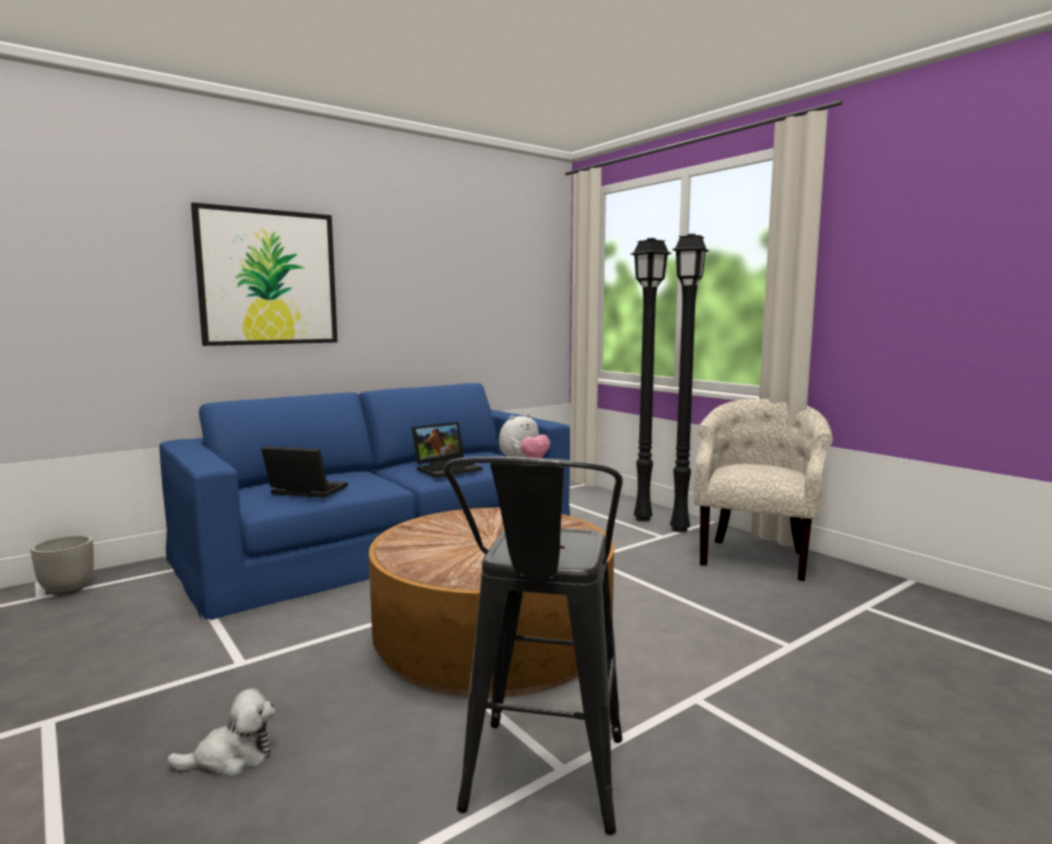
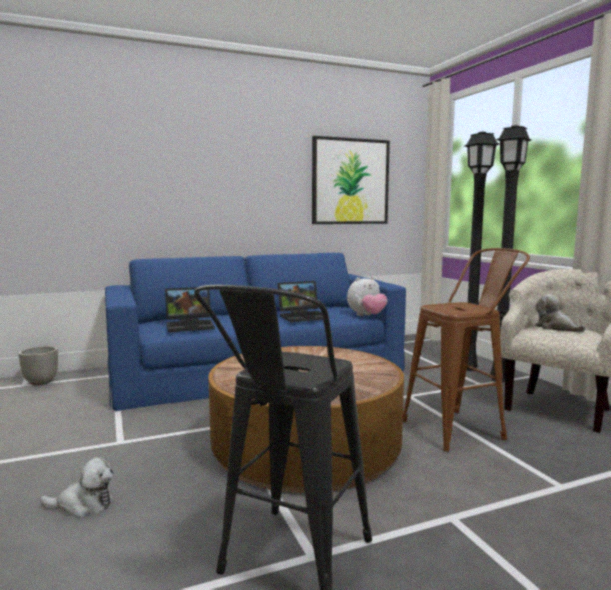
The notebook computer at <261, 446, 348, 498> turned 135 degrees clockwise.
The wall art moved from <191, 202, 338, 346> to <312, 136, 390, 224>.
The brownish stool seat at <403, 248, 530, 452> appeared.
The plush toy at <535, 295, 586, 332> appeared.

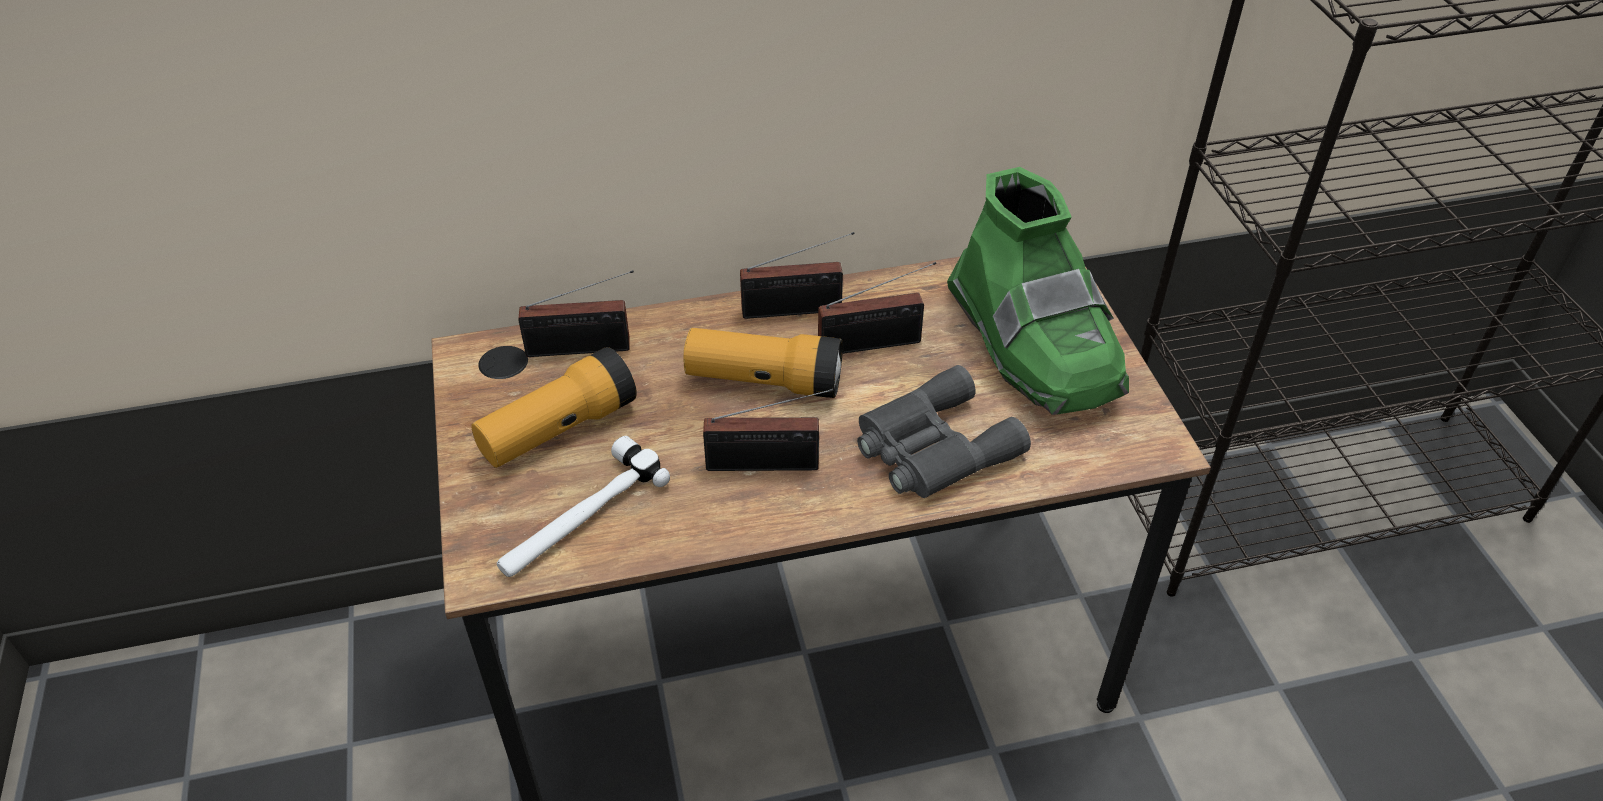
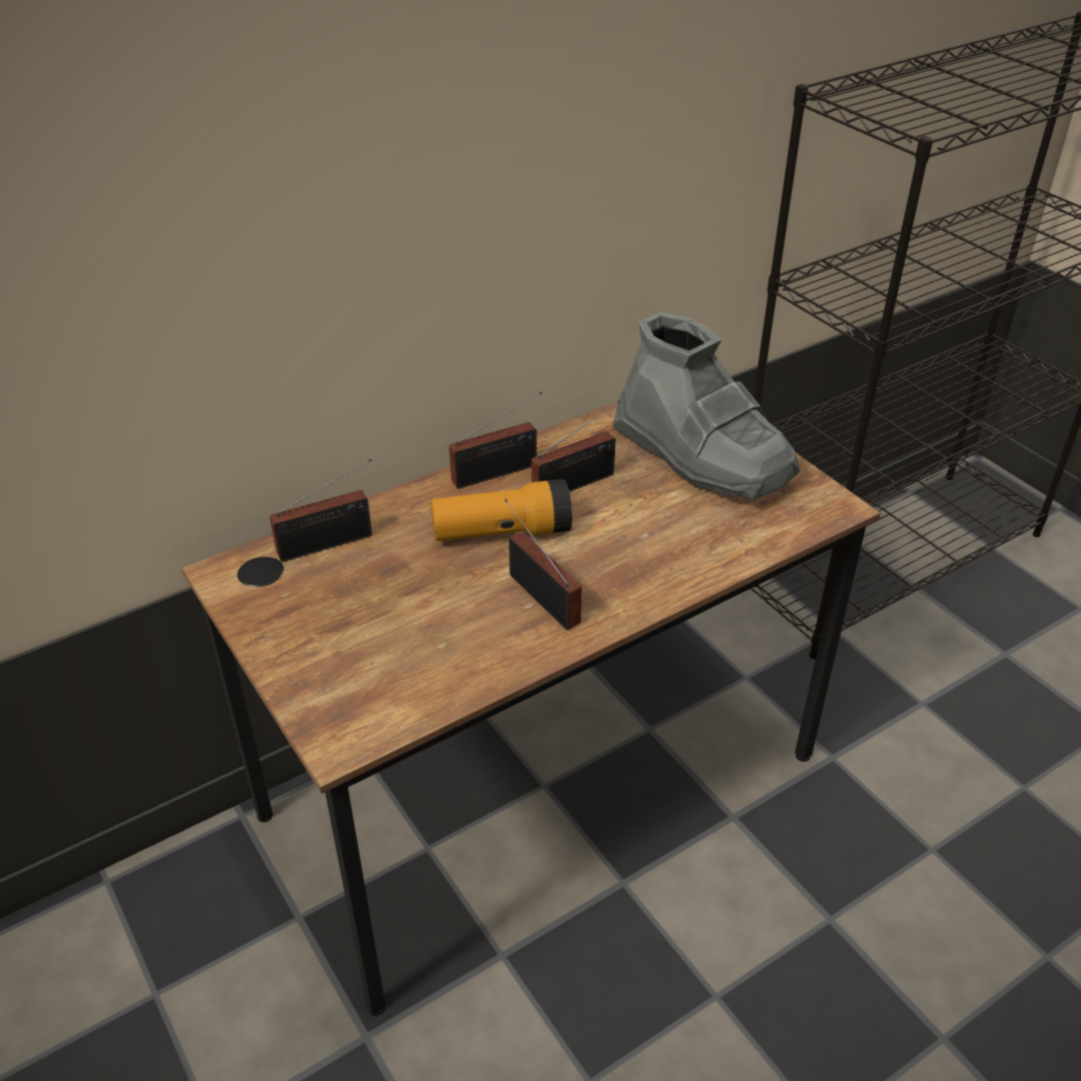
The radio receiver at <703, 389, 834, 471> turned 105 degrees counterclockwise.
The green-coloured boot at <947, 167, 1129, 415> became the grey boot at <613, 312, 800, 500>.
The torch at <471, 347, 637, 468> disappeared.
The tool hammer at <497, 436, 670, 577> disappeared.
The grey pair of binoculars at <857, 365, 1031, 498> disappeared.

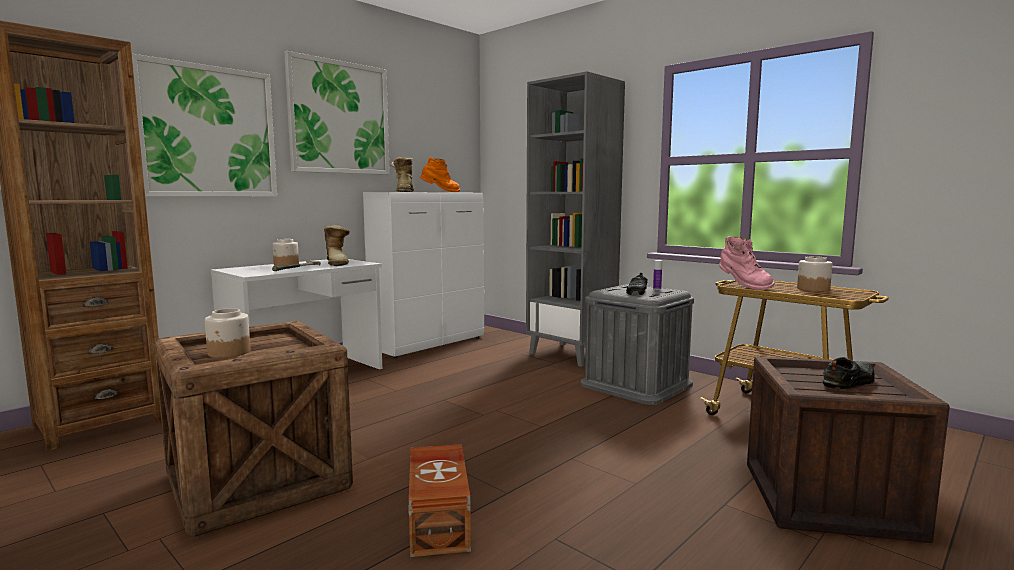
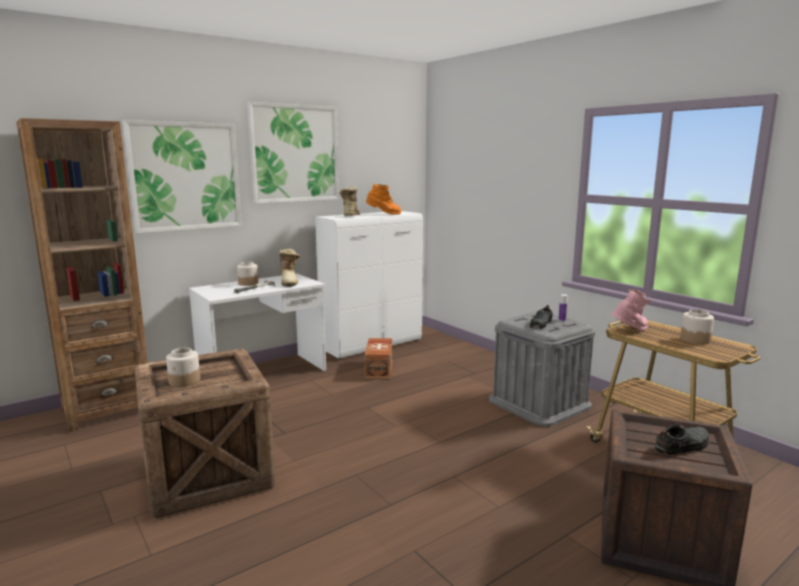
The brownish storage box moved from <408, 444, 471, 557> to <365, 338, 392, 379>.
The pinkish boot at <719, 236, 774, 290> turned 105 degrees counterclockwise.
The grey bookshelf at <526, 71, 625, 367> disappeared.

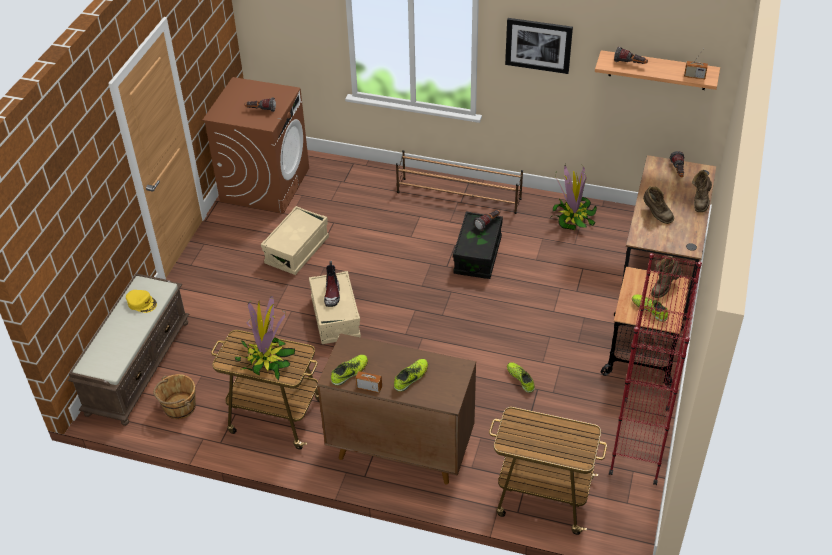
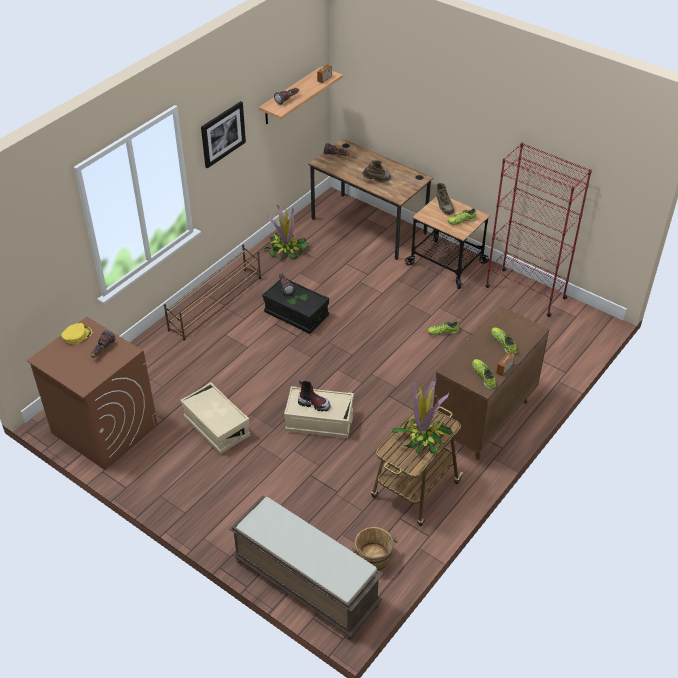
The yellow peaked cap moved from <126, 290, 157, 313> to <61, 323, 92, 344>.
The wheeled cart at <489, 407, 607, 535> disappeared.
The brownish boot at <692, 170, 712, 212> disappeared.

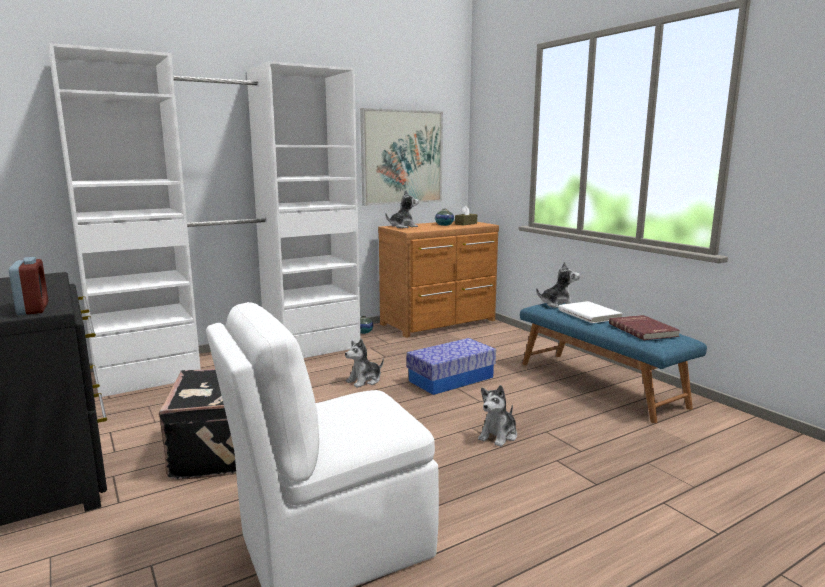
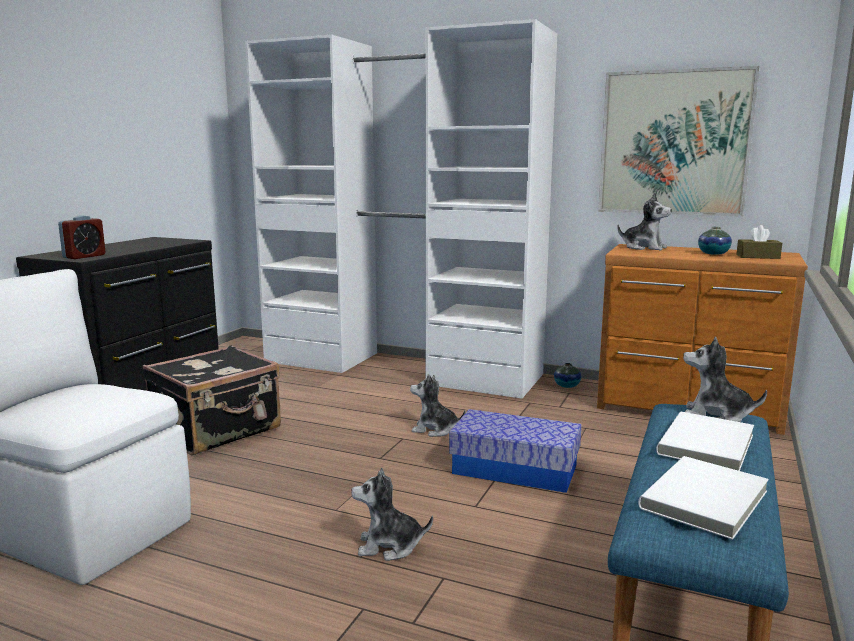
The red book at <609, 315, 680, 340> became the white book at <638, 456, 769, 540>.
The plush toy at <536, 261, 580, 308> turned 150 degrees clockwise.

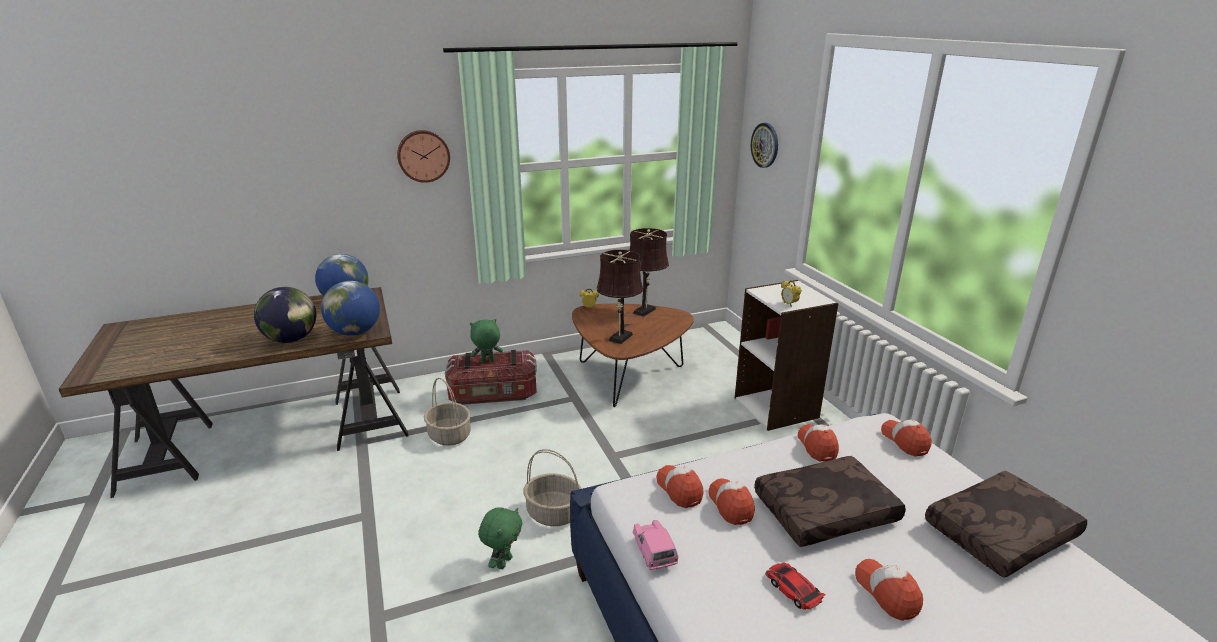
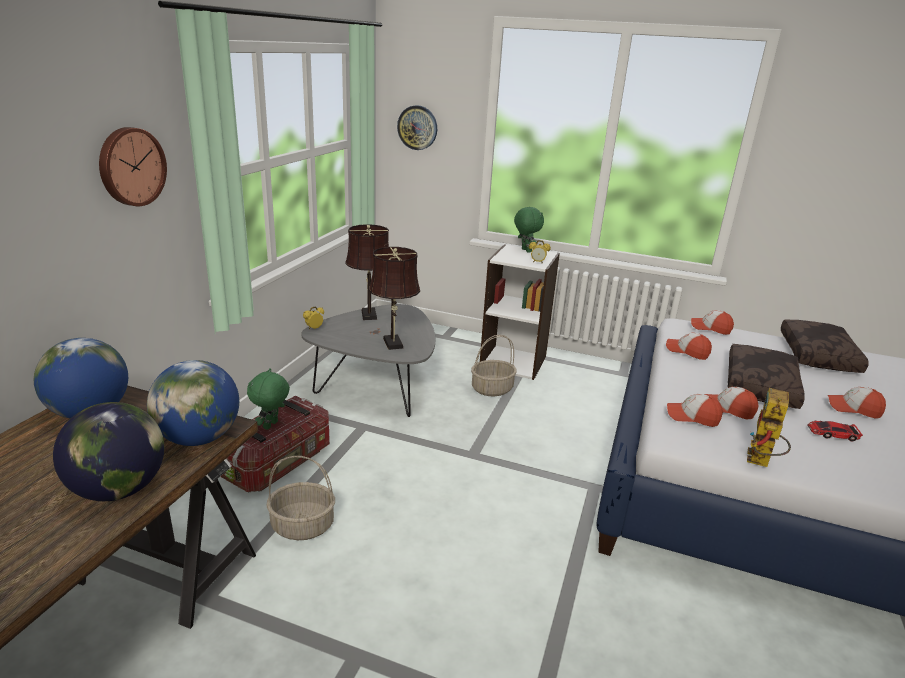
The brownish coffee table at <572, 304, 694, 407> became the grey coffee table at <301, 304, 435, 417>.
The storage basket moved from <523, 449, 582, 526> to <471, 335, 517, 396>.
The green-coloured plush toy moved from <478, 508, 522, 569> to <514, 207, 544, 253>.
The pinkish toy car at <633, 520, 678, 570> was replaced by the model robot at <747, 388, 791, 467>.

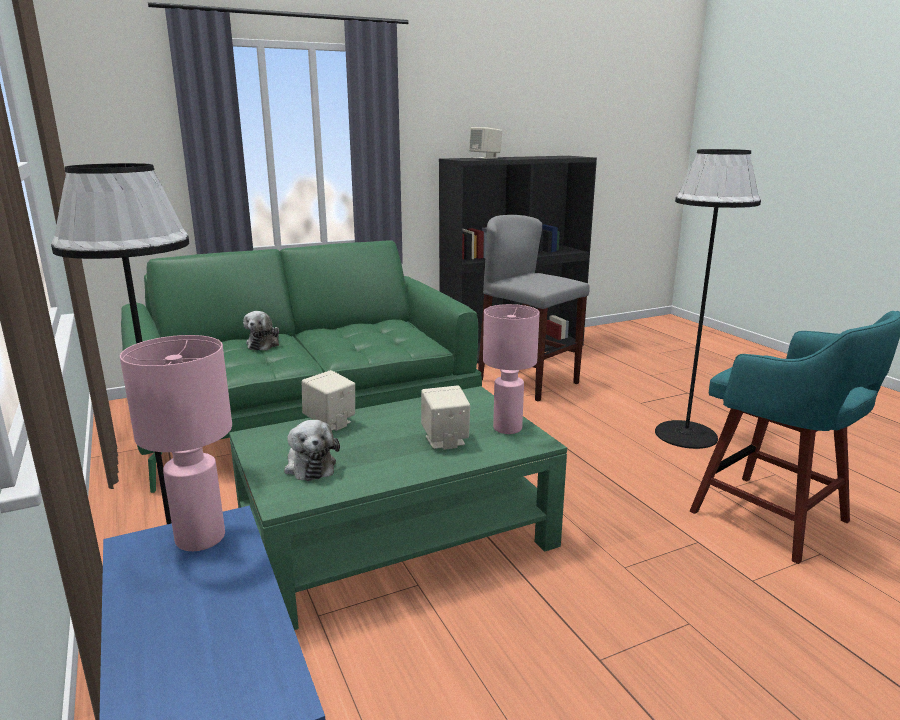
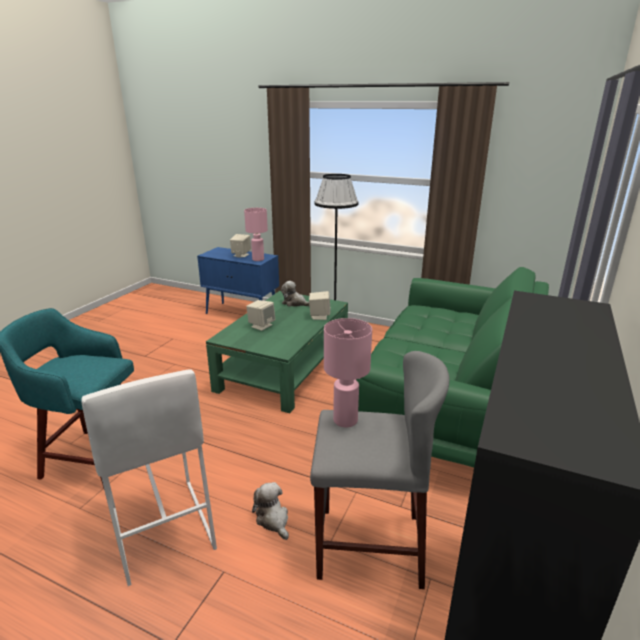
The black standing lamp at <655, 149, 761, 449> was replaced by the white stool seat at <81, 369, 217, 586>.
The sand-coloured loudspeaker moved from <469, 127, 502, 159> to <230, 234, 251, 258>.
The plush toy moved from <243, 311, 279, 351> to <252, 482, 289, 540>.
The pinkish lamp for a table moved from <483, 304, 540, 434> to <324, 318, 372, 428>.

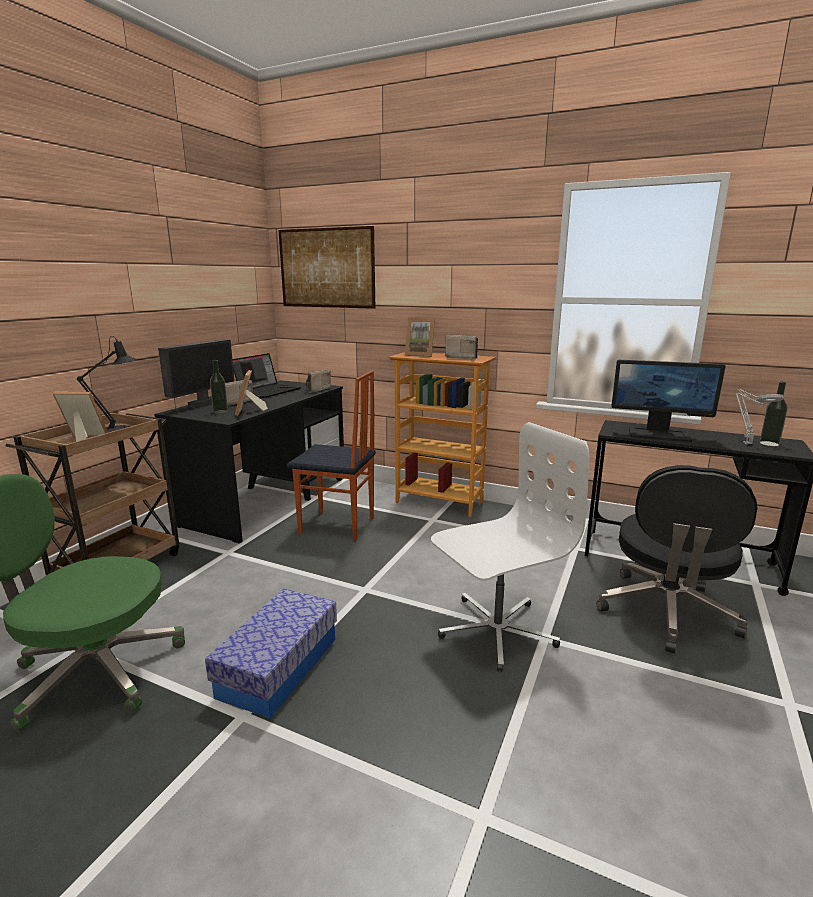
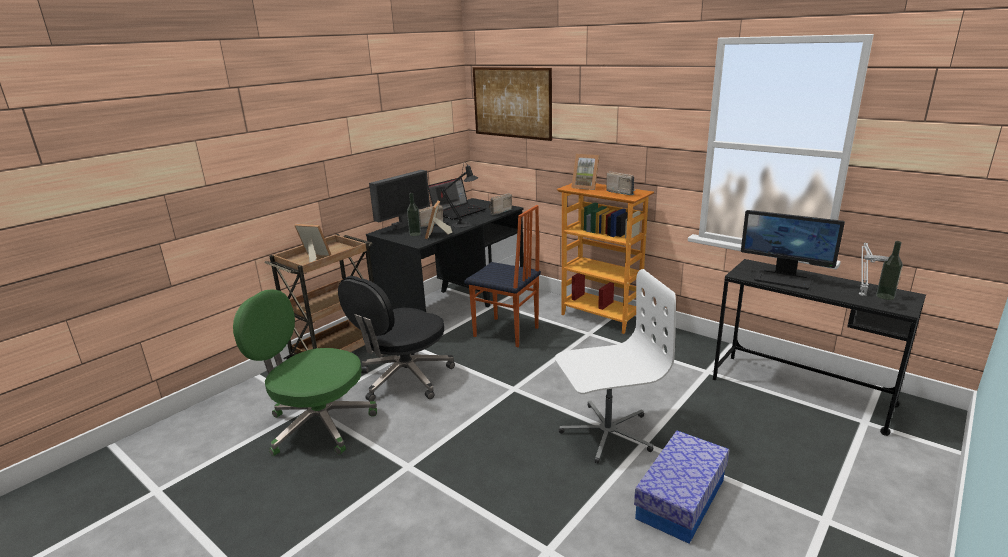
The black desk chair moved from <597, 465, 757, 654> to <338, 276, 455, 401>.
The black lamp for a table moved from <77, 336, 136, 433> to <442, 163, 478, 228>.
The storage box moved from <205, 589, 337, 719> to <634, 430, 729, 544>.

